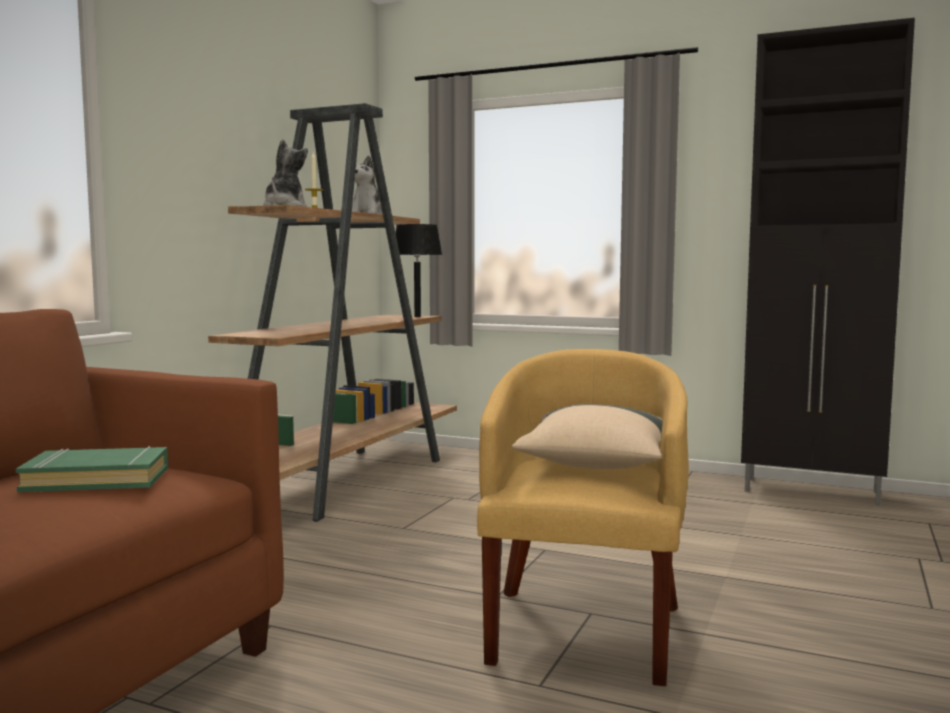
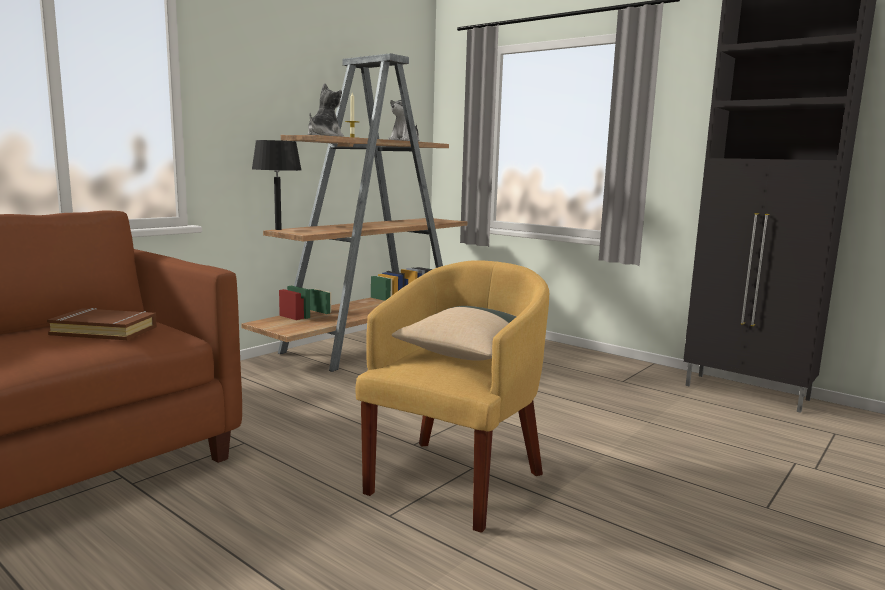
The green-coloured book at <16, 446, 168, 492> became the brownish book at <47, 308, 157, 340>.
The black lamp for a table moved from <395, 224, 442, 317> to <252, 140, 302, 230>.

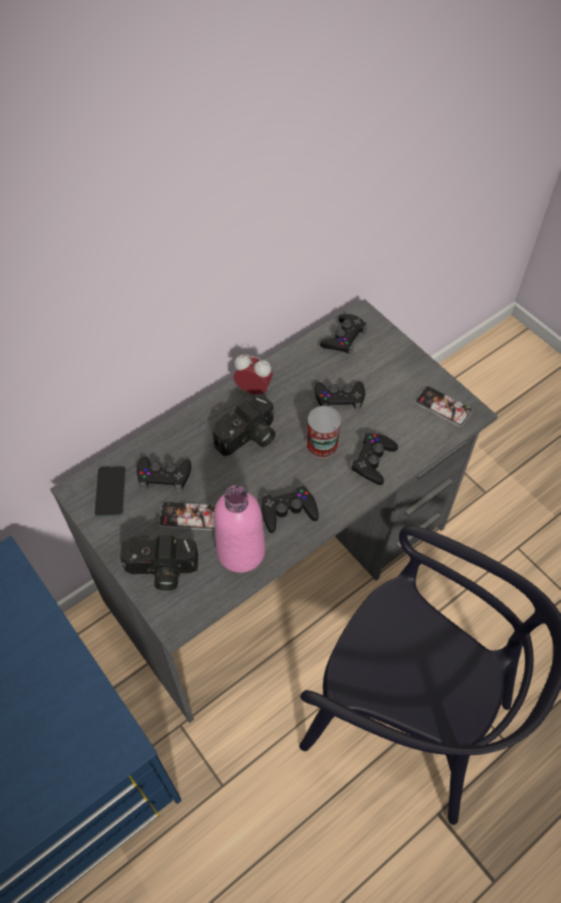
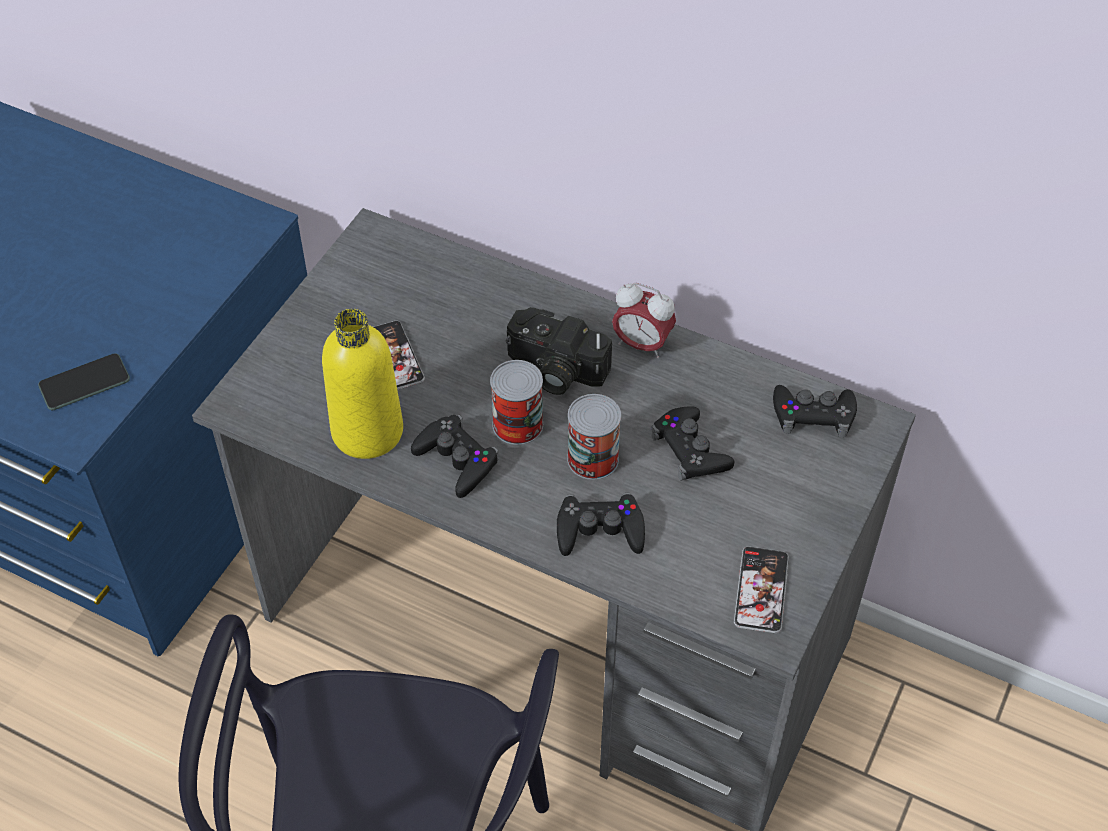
The phone moved from <94, 466, 126, 517> to <38, 353, 130, 410>.
The pinkish bottle at <214, 485, 265, 573> became the yellow bottle at <322, 309, 403, 459>.
The can at <490, 360, 543, 445> appeared.
The table clock at <233, 354, 273, 395> turned 120 degrees clockwise.
The photo camera at <120, 535, 198, 591> disappeared.
The black joypad at <137, 456, 191, 493> disappeared.

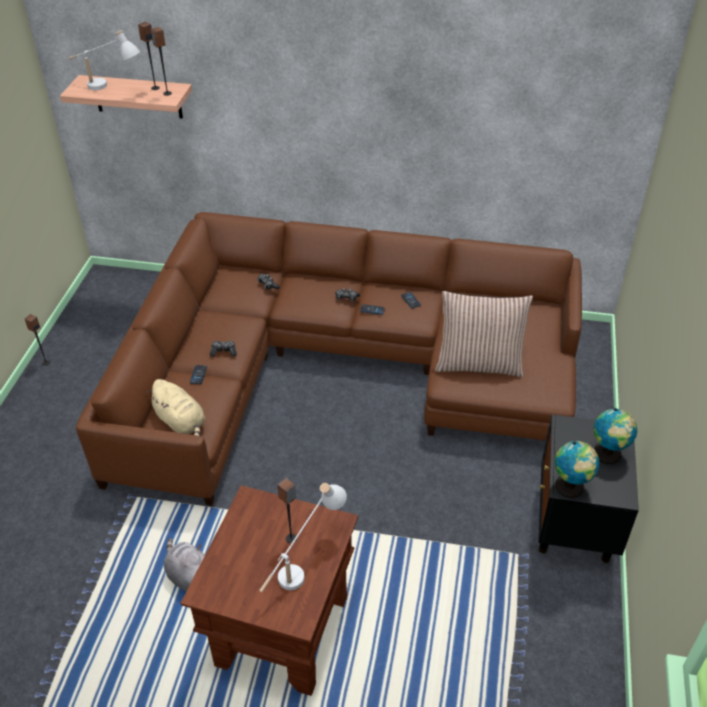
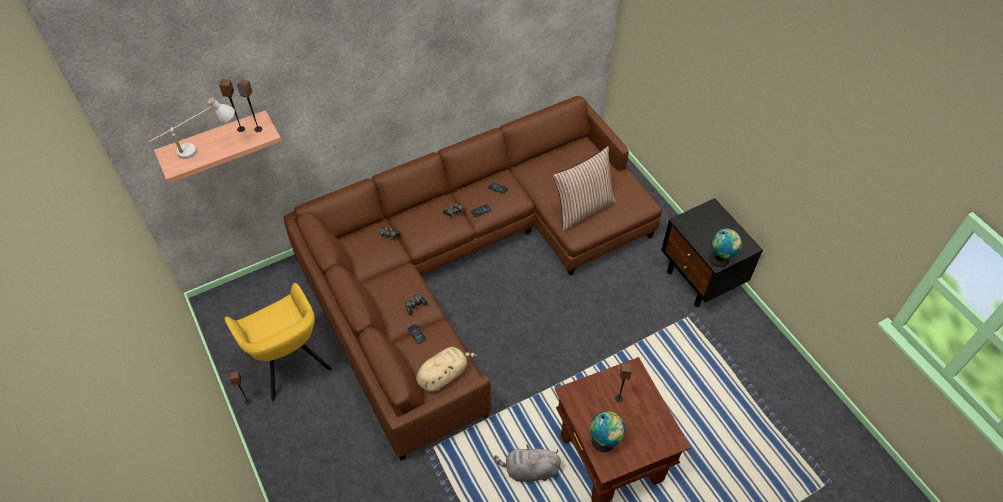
The yellow easy chair at <225, 283, 332, 401> appeared.
The sand-coloured plush toy at <146, 379, 205, 436> turned 45 degrees counterclockwise.
The globe moved from <594, 408, 637, 464> to <590, 411, 625, 452>.
The white lamp for a table at <259, 483, 347, 592> disappeared.

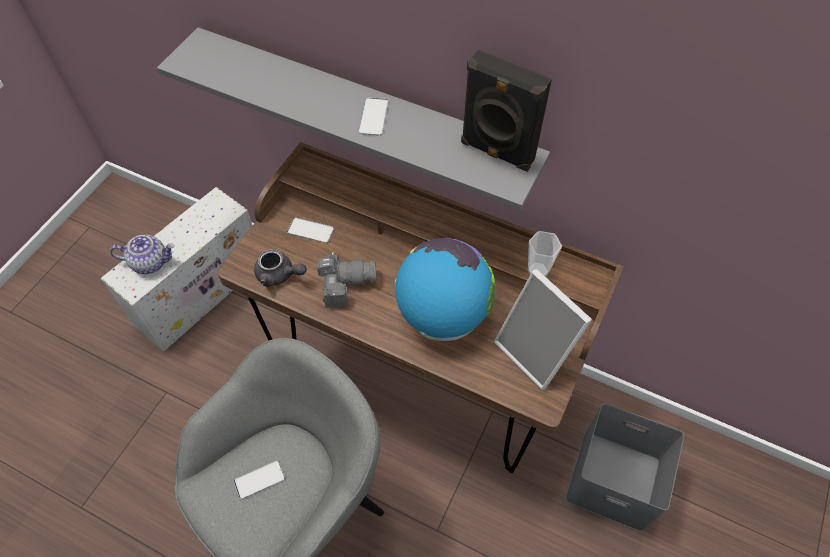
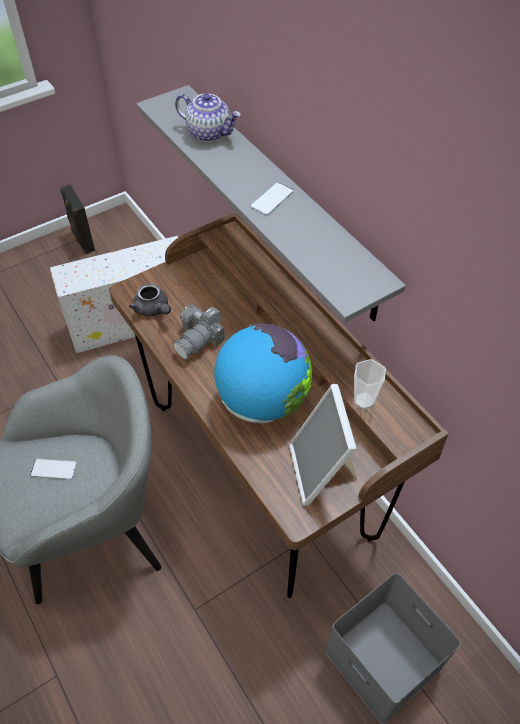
The black loudspeaker moved from <461, 50, 552, 172> to <60, 184, 95, 254>.
The photo camera at <317, 252, 376, 308> turned 105 degrees clockwise.
The pot for tea moved from <110, 235, 175, 274> to <175, 93, 241, 142>.
The phone at <287, 218, 334, 243> disappeared.

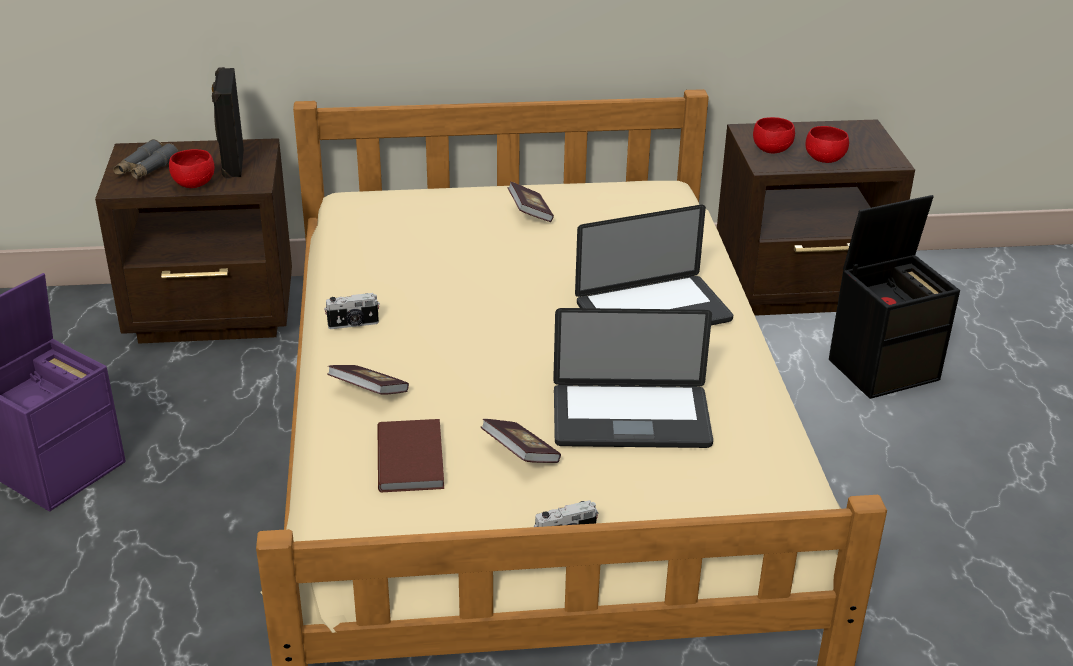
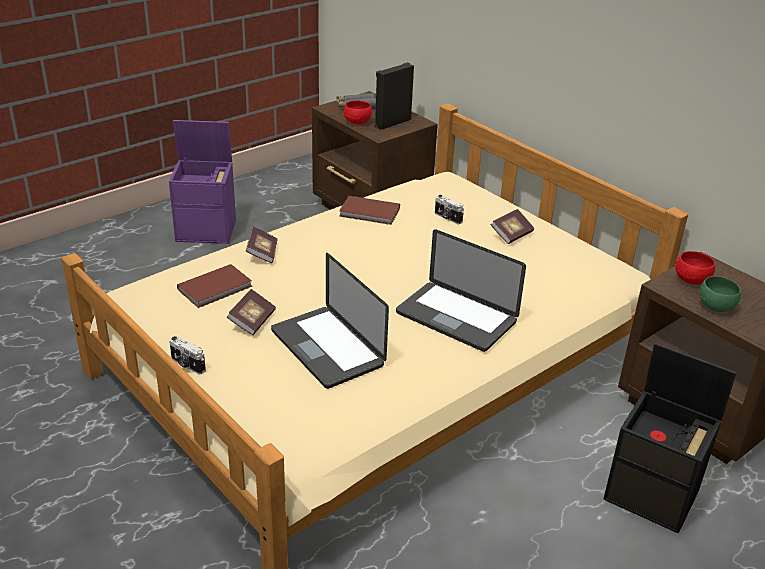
The brownish book at <339, 196, 400, 225> appeared.
The photo camera moved from <324, 293, 380, 329> to <435, 195, 464, 224>.
The red deep dish at <805, 126, 849, 163> became the green-coloured deep dish at <700, 276, 741, 312>.

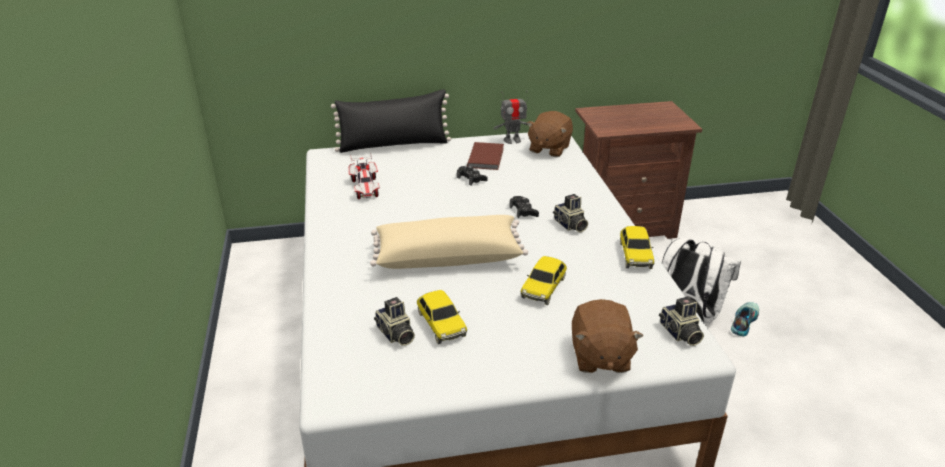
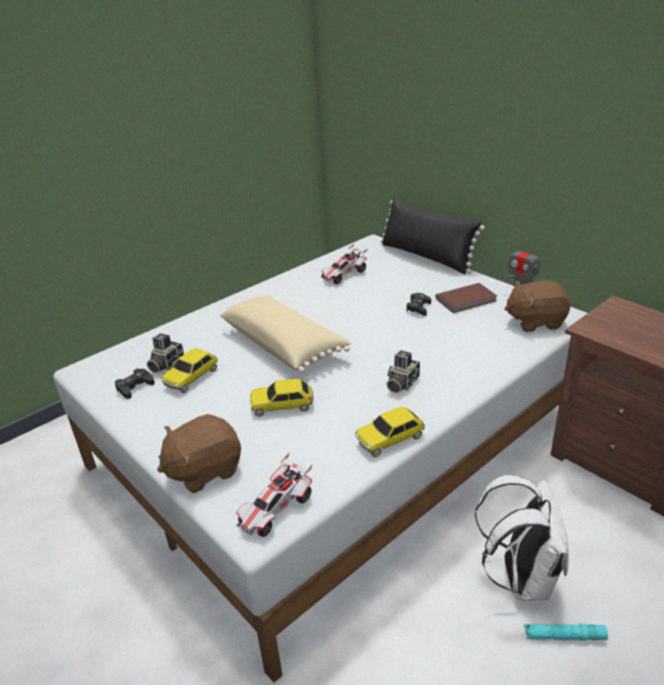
The black joypad moved from <509, 196, 539, 218> to <115, 368, 155, 399>.
The photo camera at <659, 297, 704, 346> was replaced by the toy car at <236, 453, 312, 537>.
The shoe at <731, 302, 759, 336> was replaced by the turquoise-coloured torch at <524, 624, 608, 641>.

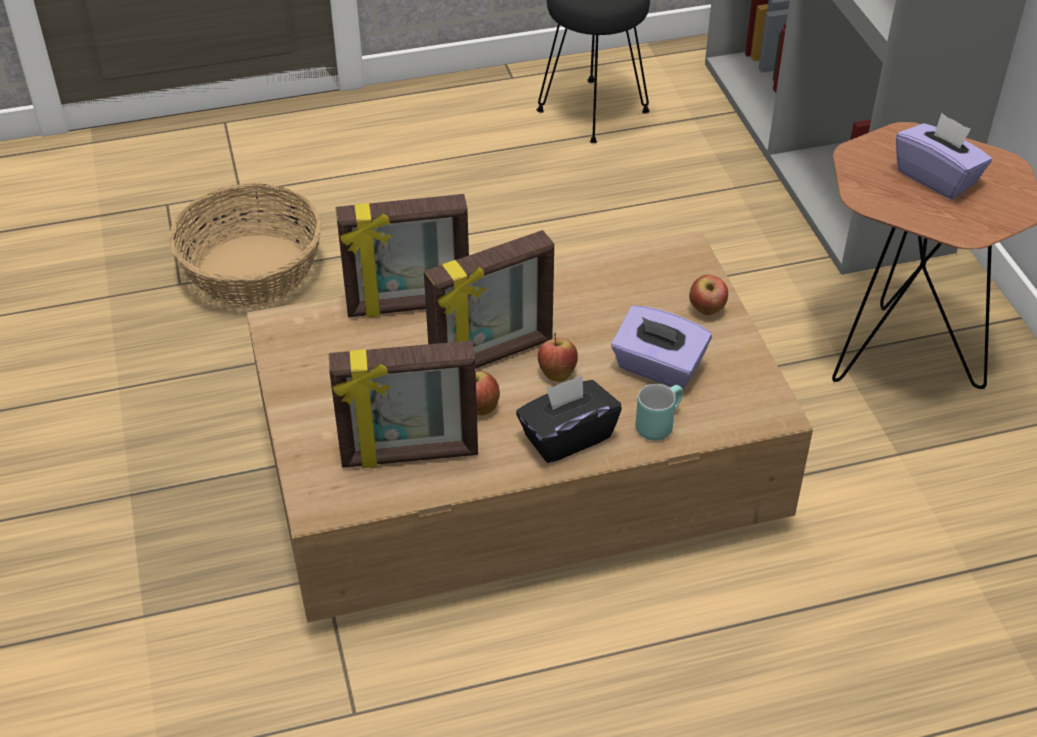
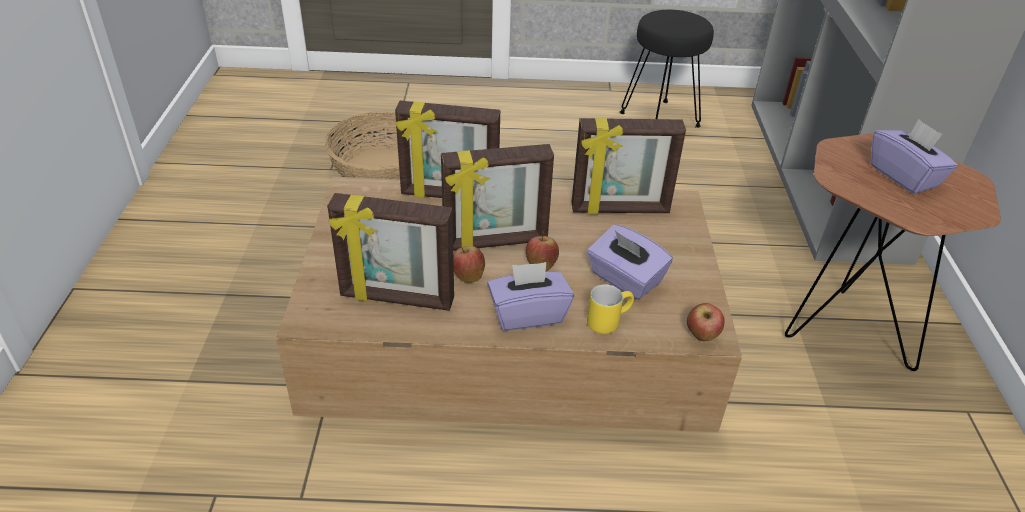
The black tissue holder at <516, 375, 622, 463> became the purple tissue holder at <487, 262, 574, 331>.
The photo frame at <572, 118, 686, 214> appeared.
The turquoise-coloured coffee mug at <636, 384, 683, 441> became the yellow coffee mug at <587, 284, 634, 334>.
The apple fruit moved from <689, 275, 728, 315> to <687, 303, 725, 341>.

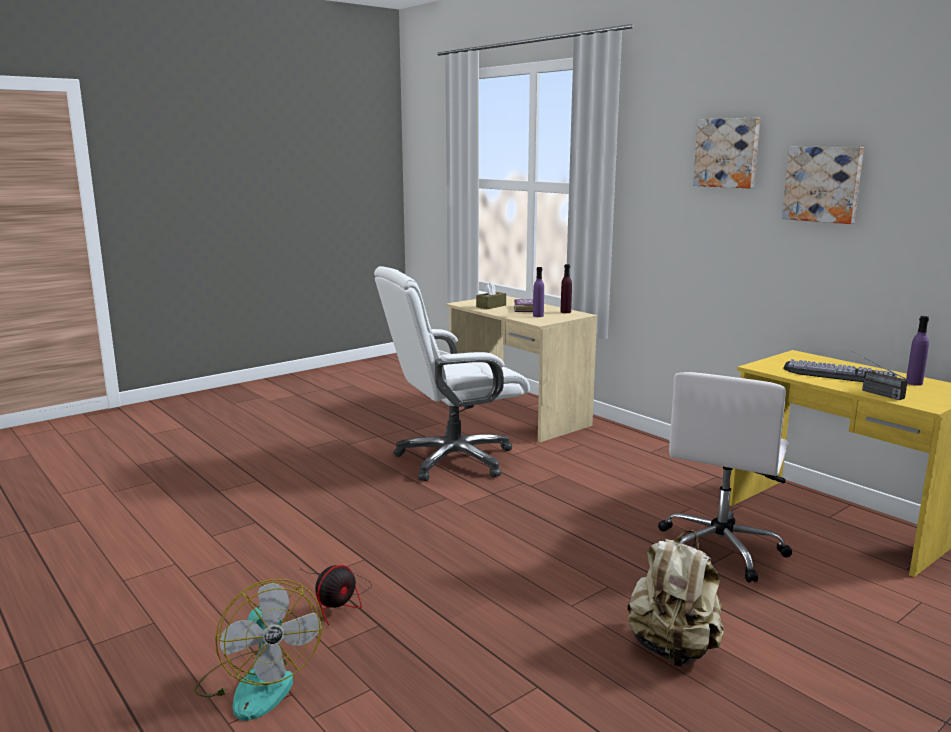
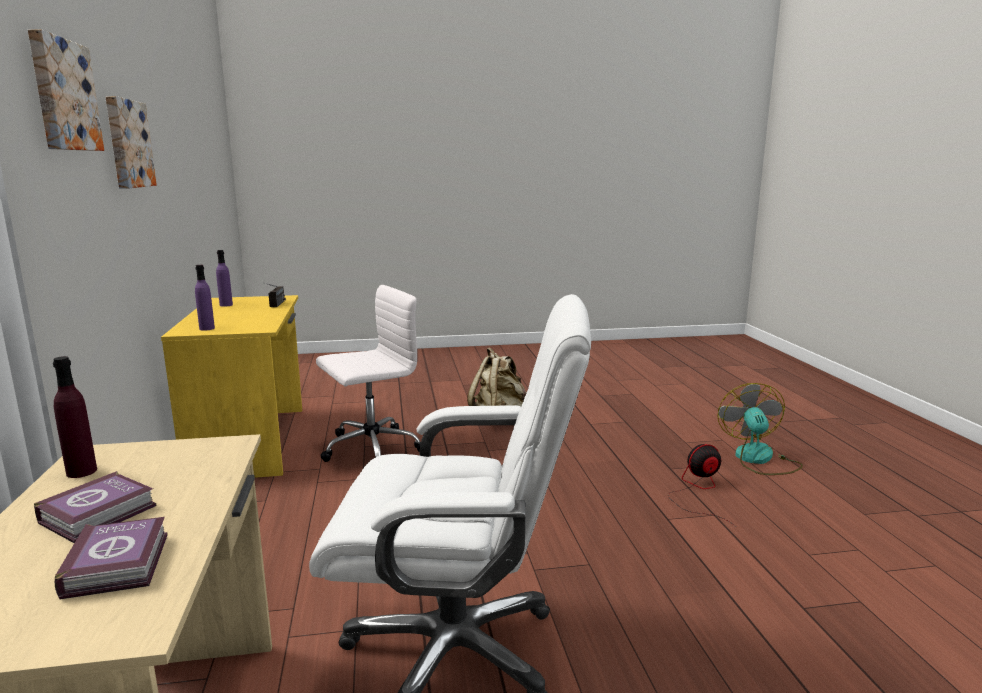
The brownish tissue holder at <476, 282, 506, 309> was replaced by the book at <55, 517, 168, 599>.
The purple bottle moved from <533, 267, 544, 317> to <195, 265, 215, 331>.
The keyboard at <783, 359, 897, 382> disappeared.

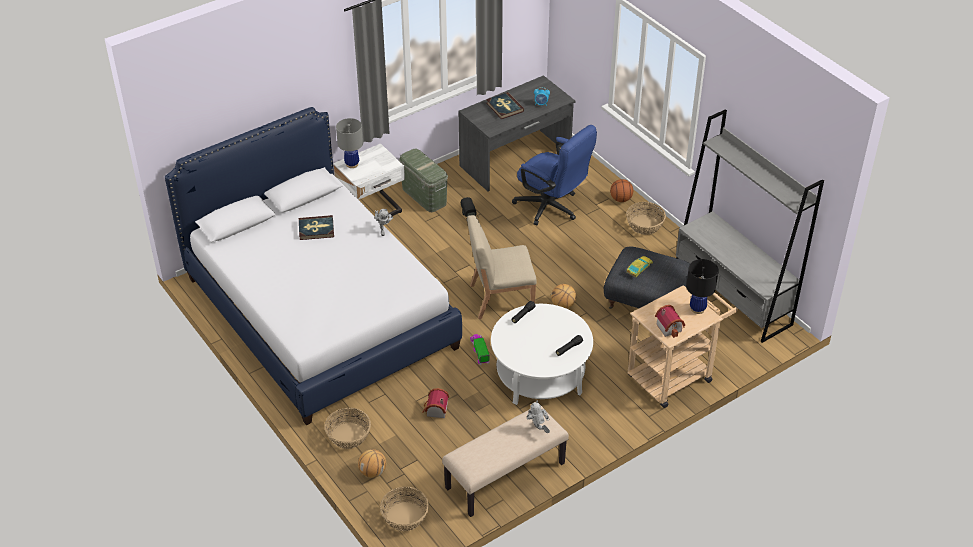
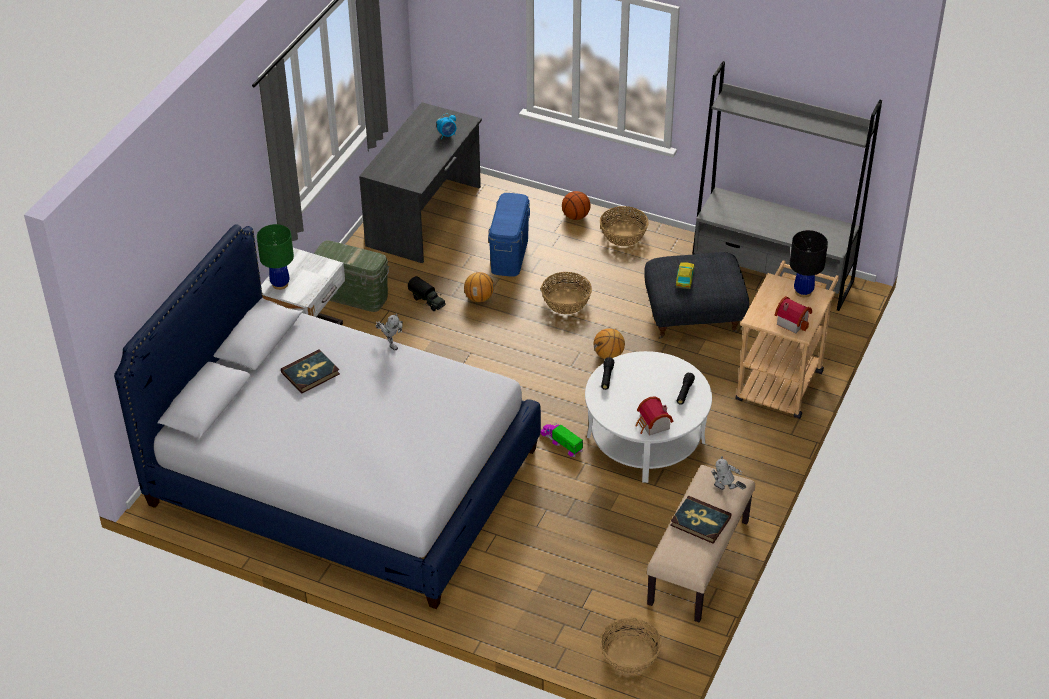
The grey lamp for a table at <336, 118, 363, 168> became the green-coloured lamp for a table at <257, 224, 294, 290>.
The basketball moved from <358, 449, 386, 478> to <464, 272, 494, 302>.
The blue desk chair at <512, 125, 597, 225> was replaced by the blue storage box at <488, 193, 530, 277>.
The storage basket moved from <324, 408, 371, 449> to <541, 272, 592, 314>.
The model house moved from <422, 388, 449, 418> to <636, 396, 673, 435>.
The book moved from <486, 92, 524, 119> to <670, 496, 732, 544>.
The sand-coloured upright chair at <467, 215, 537, 319> disappeared.

